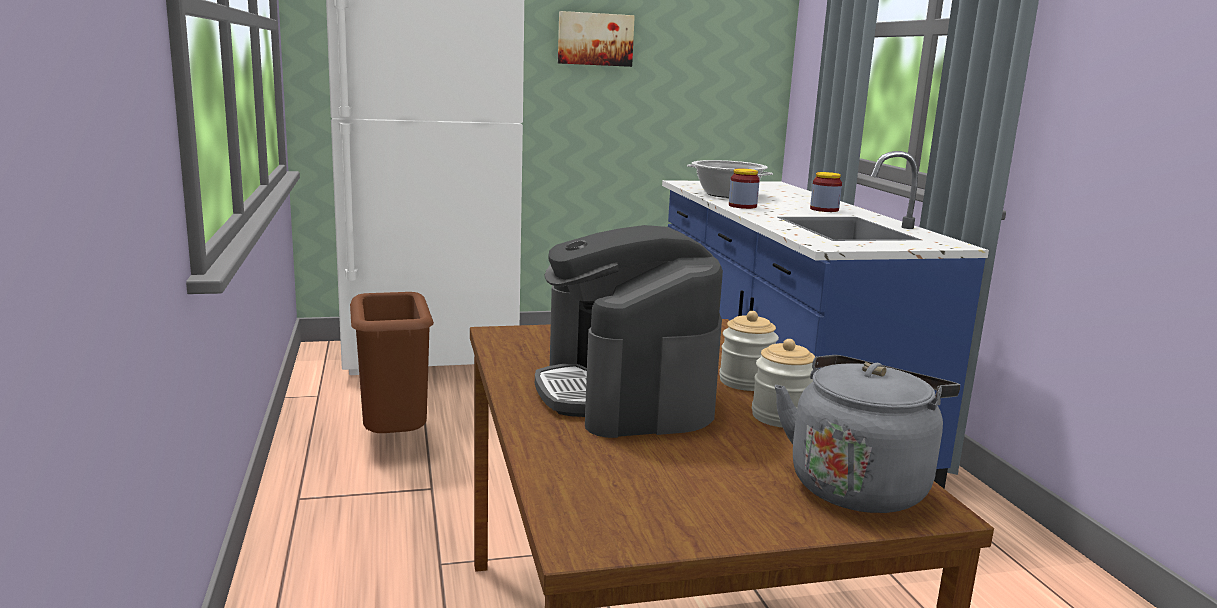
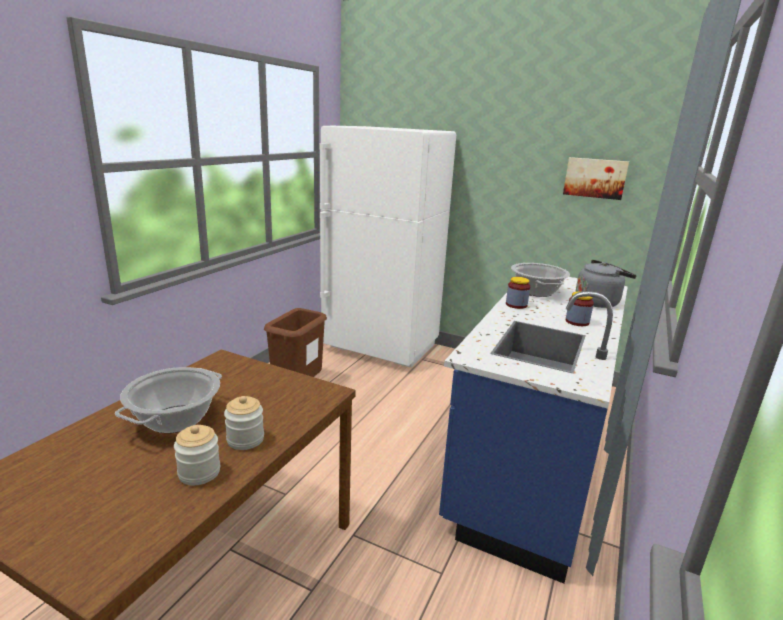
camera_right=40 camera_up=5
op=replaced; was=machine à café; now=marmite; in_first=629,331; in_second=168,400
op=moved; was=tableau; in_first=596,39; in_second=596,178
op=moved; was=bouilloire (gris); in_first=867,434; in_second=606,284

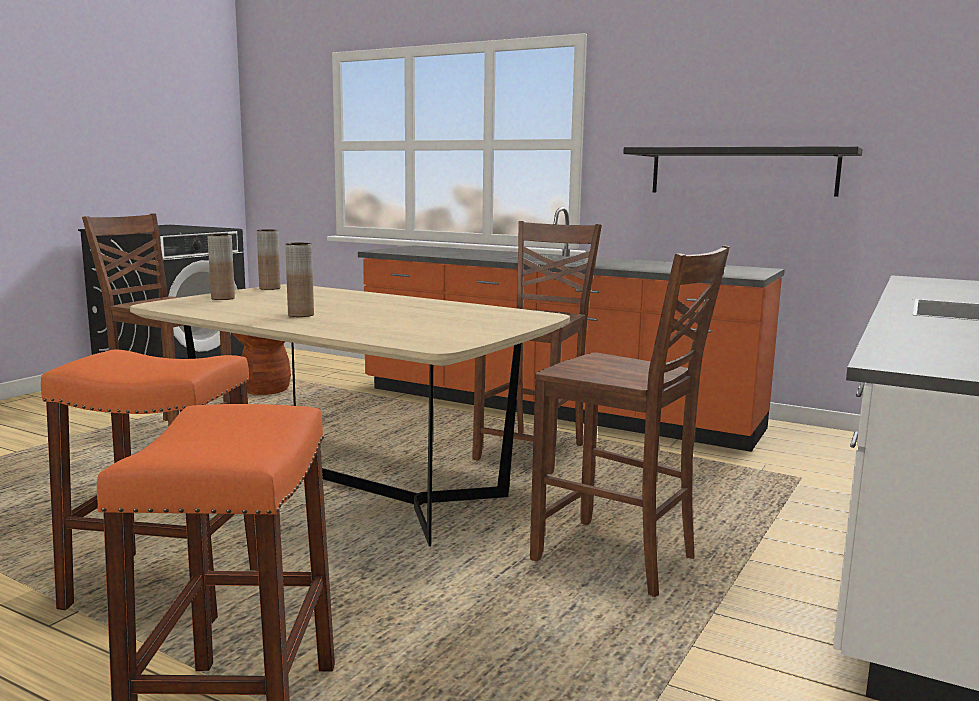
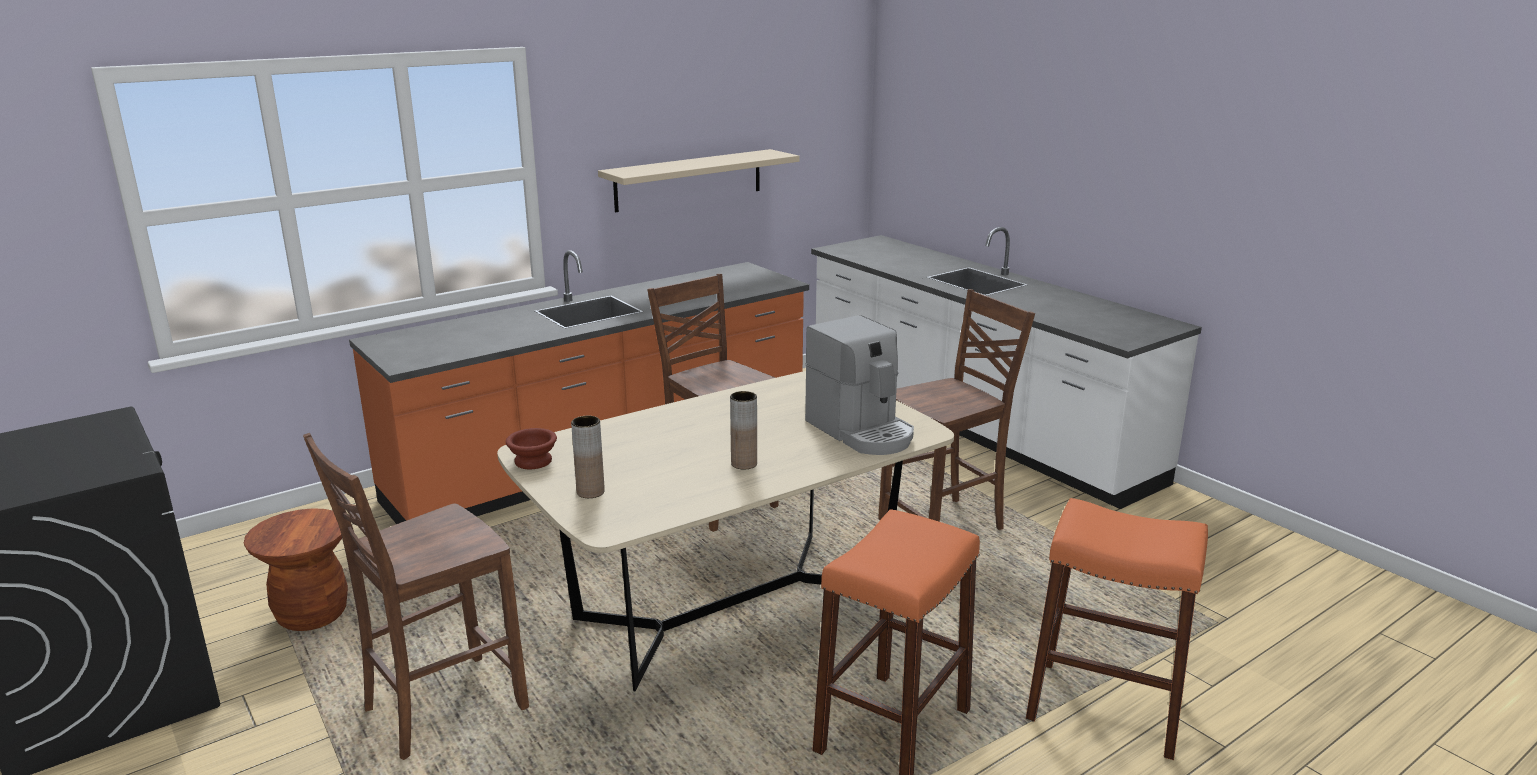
camera_right=-65 camera_up=10
op=replaced; was=vase (marron); now=bol (marron); in_first=269,259; in_second=531,448
op=recoloured; was=étagère (noir); now=étagère (beige); in_first=743,171; in_second=699,180
op=added; now=machine à café; in_second=859,385

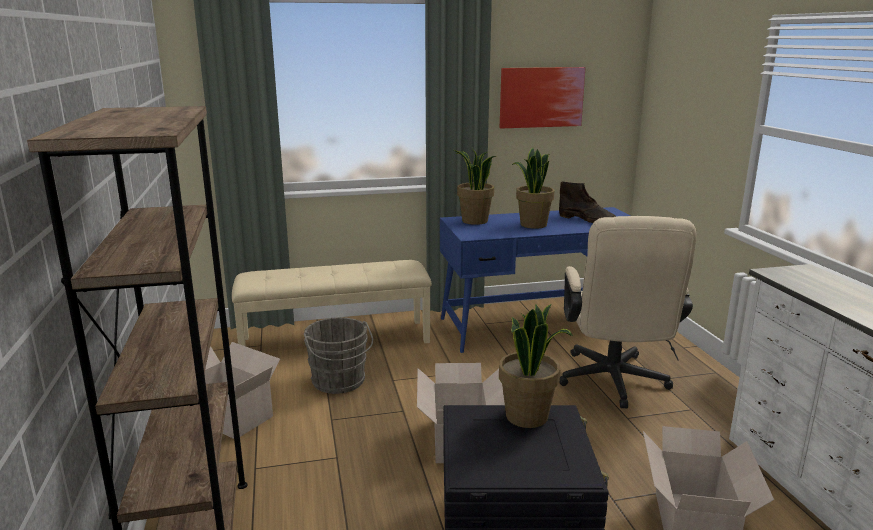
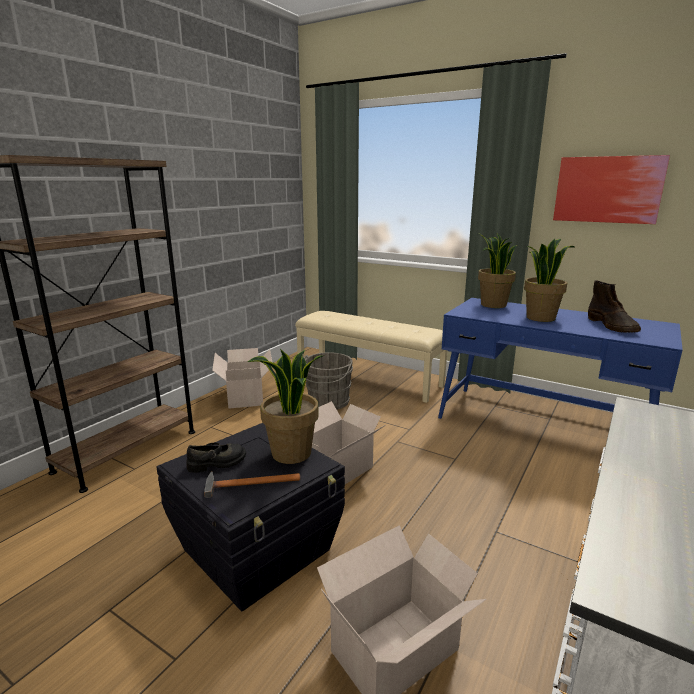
camera_right=45 camera_up=0
op=added; now=chaussure (noir); in_second=216,457
op=added; now=marteau; in_second=252,485
op=removed; was=chaise de bureau (beige); in_first=628,312

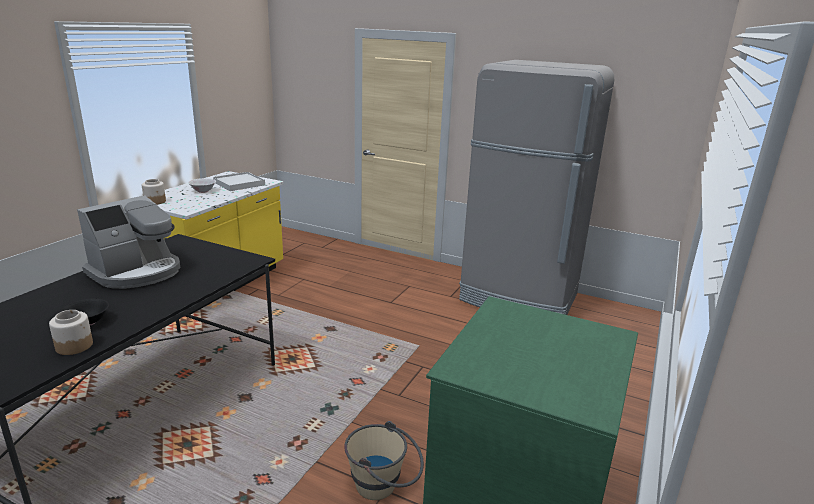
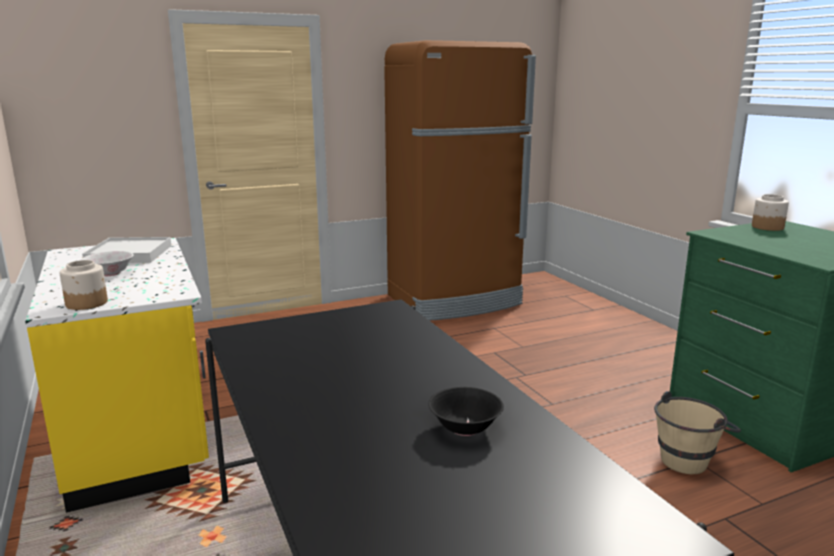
camera_right=-50 camera_up=-5
op=recoloured; was=réfrigérateur (gris); now=réfrigérateur (marron); in_first=536,187; in_second=460,180
op=moved; was=bocal; in_first=71,332; in_second=770,212
op=removed; was=machine à café; in_first=128,242

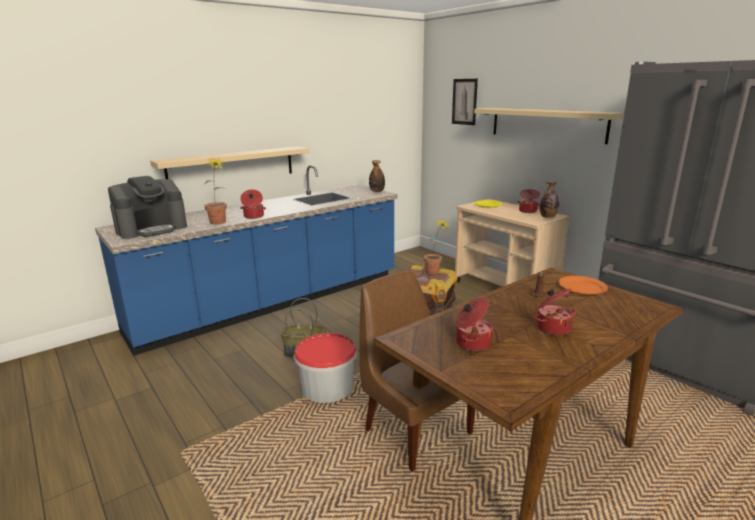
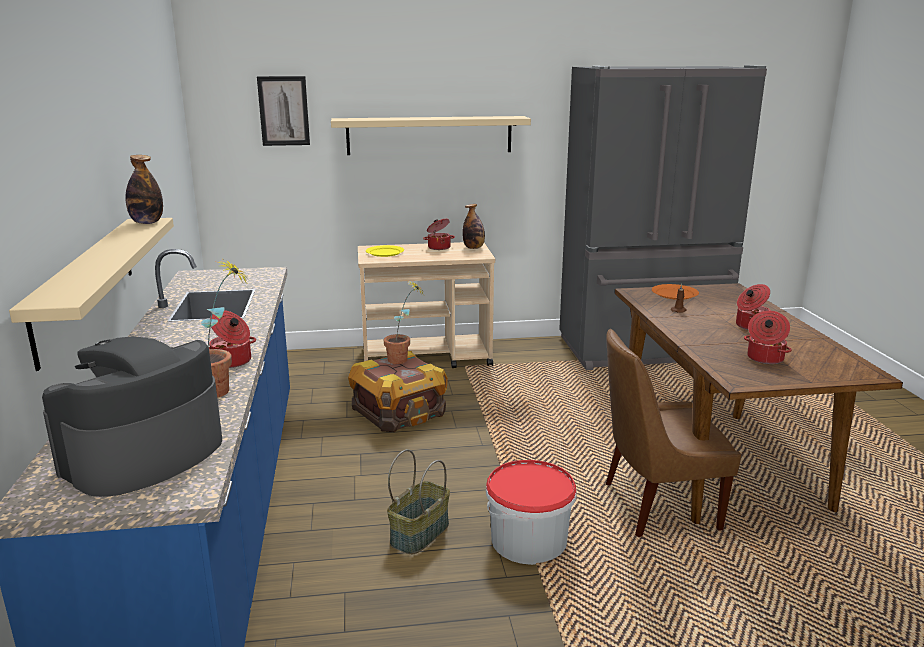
camera_right=-60 camera_up=0
op=turned; was=machine à café; in_first=147,207; in_second=132,417; clockwise=-135
op=moved; was=bouteille; in_first=377,176; in_second=144,189

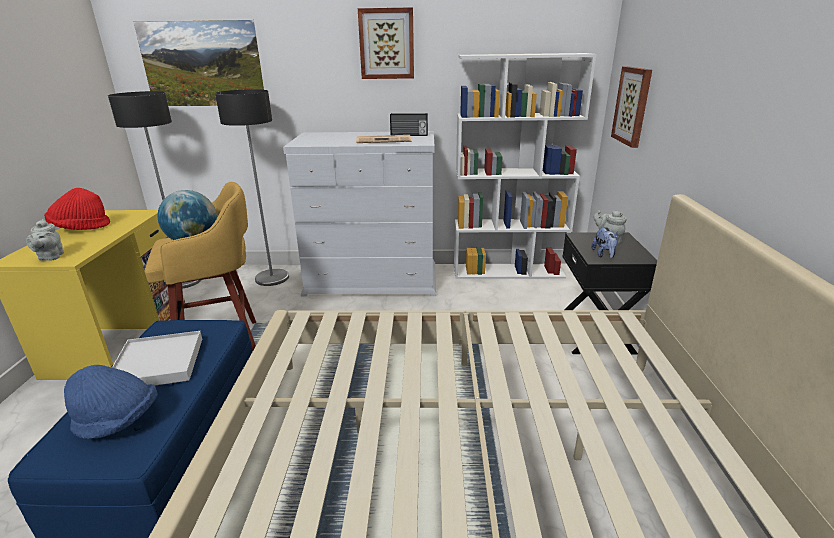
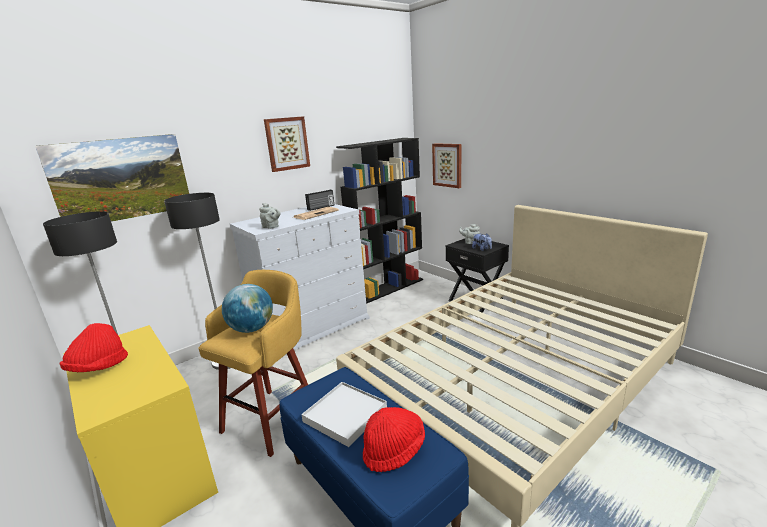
camera_right=-40 camera_up=-5
op=moved; was=théière (gris); in_first=45,240; in_second=270,216
op=recoloured; was=bibliothèque (blanc); now=bibliothèque (noir); in_first=525,166; in_second=379,221
op=recoloured; was=chapeau (bleu); now=chapeau (rouge); in_first=111,402; in_second=394,439

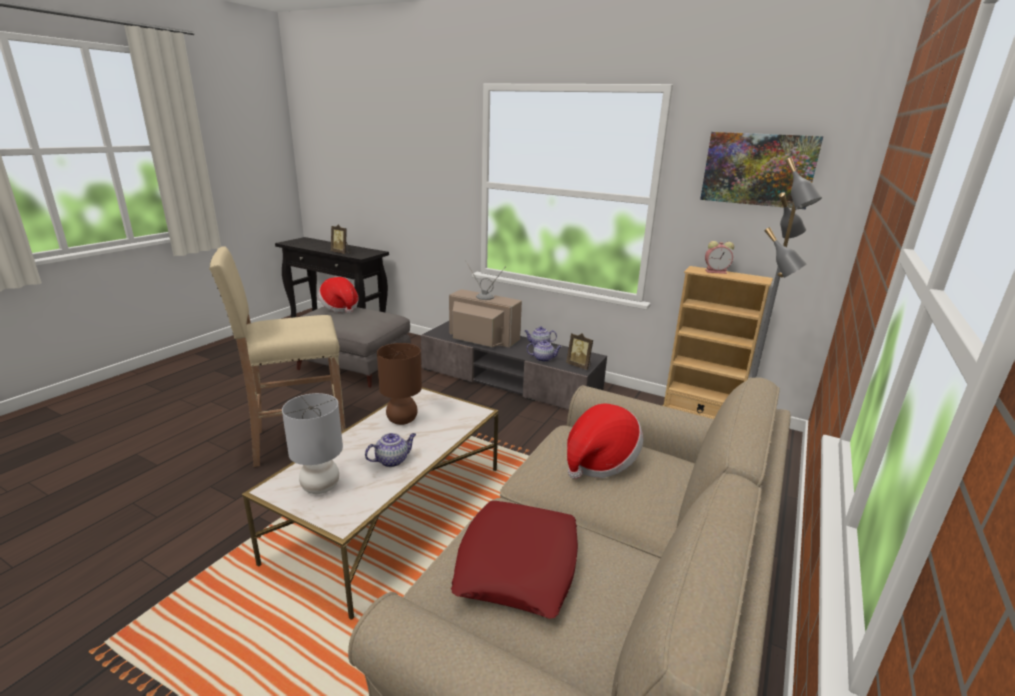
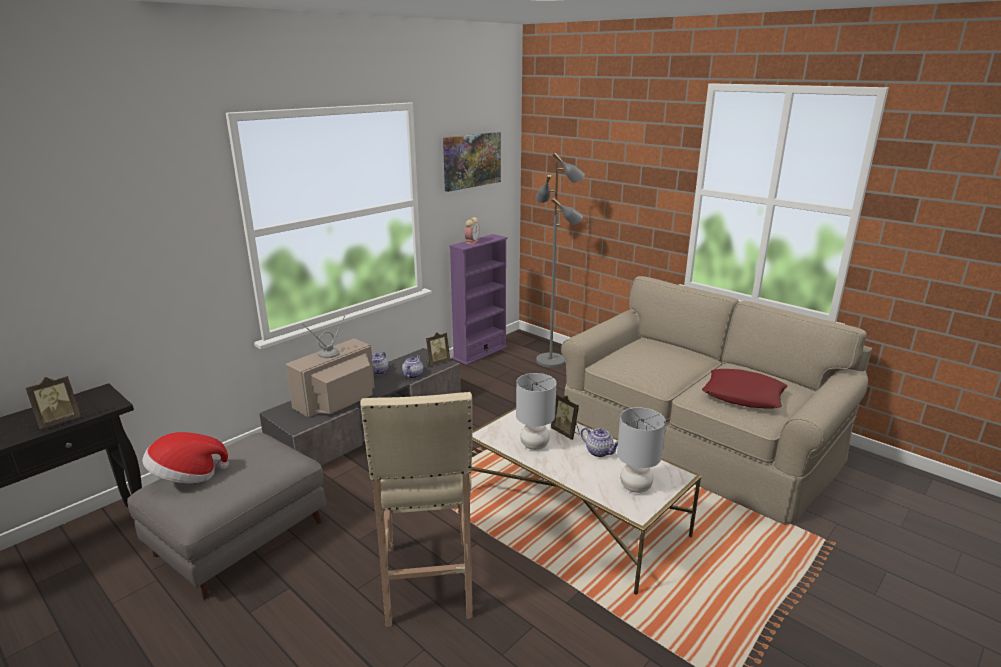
camera_right=-75 camera_up=0
op=recoloured; was=bibliothèque (beige); now=bibliothèque (violet); in_first=718,342; in_second=478,299
op=recoloured; was=lampe de table (marron); now=lampe de table (gris); in_first=399,384; in_second=536,411
op=added; now=cadre photo; in_second=565,417
op=turned; was=théière; in_first=390,450; in_second=599,442; clockwise=150
op=removed; was=chapeau; in_first=605,441

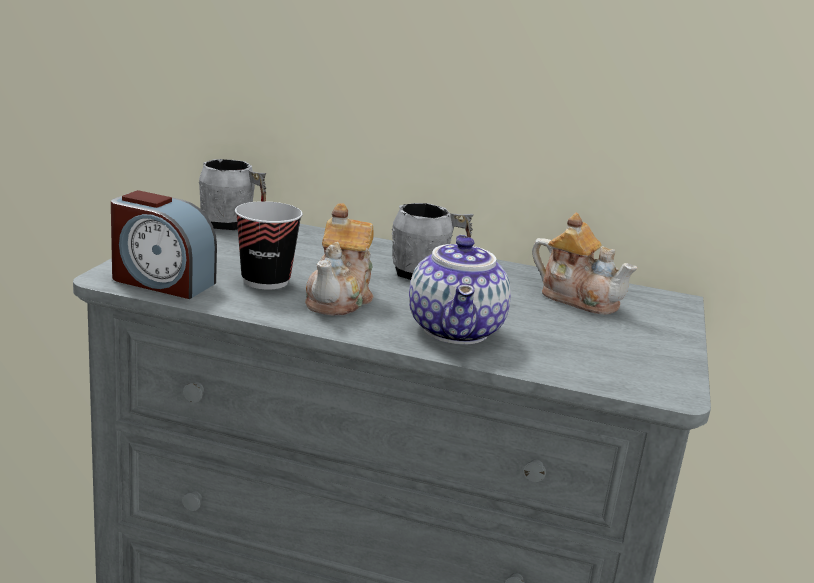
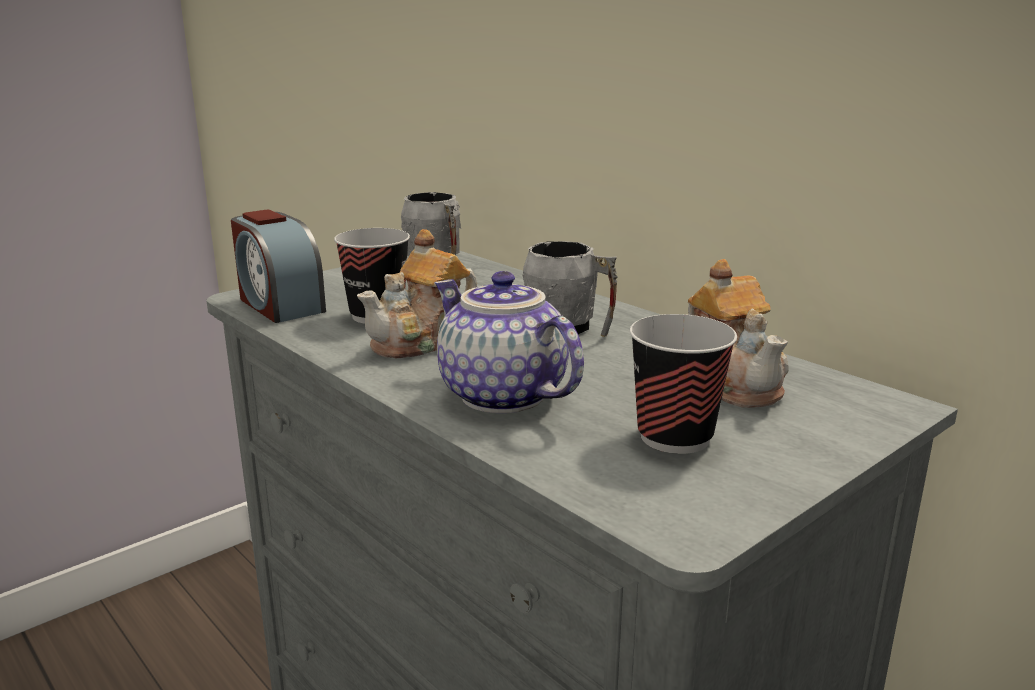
camera_right=35 camera_up=0
op=turned; was=théière; in_first=460,289; in_second=509,342; clockwise=105
op=added; now=tasse; in_second=683,384

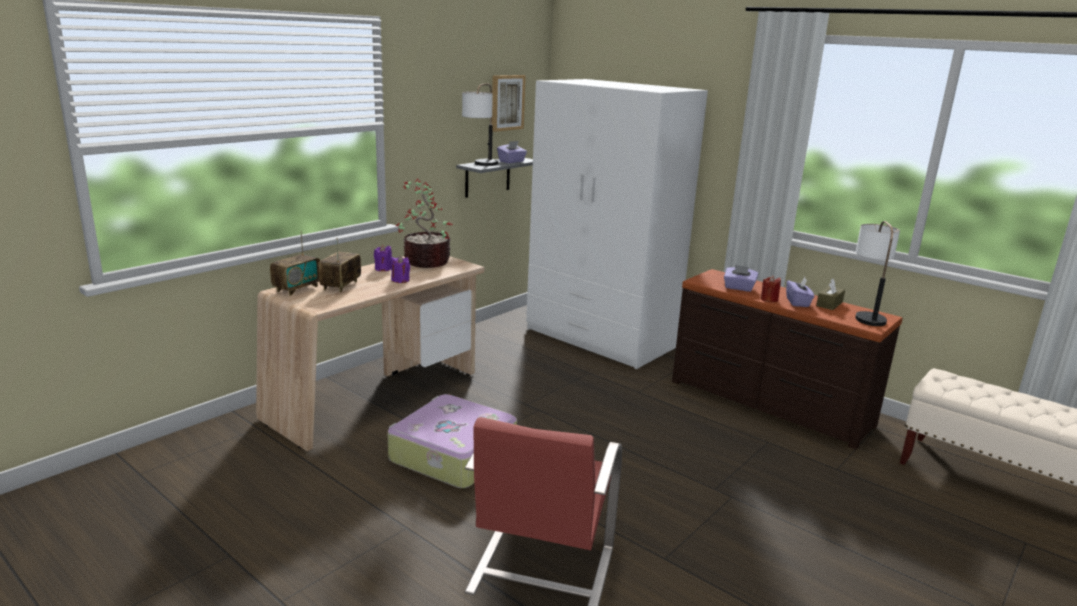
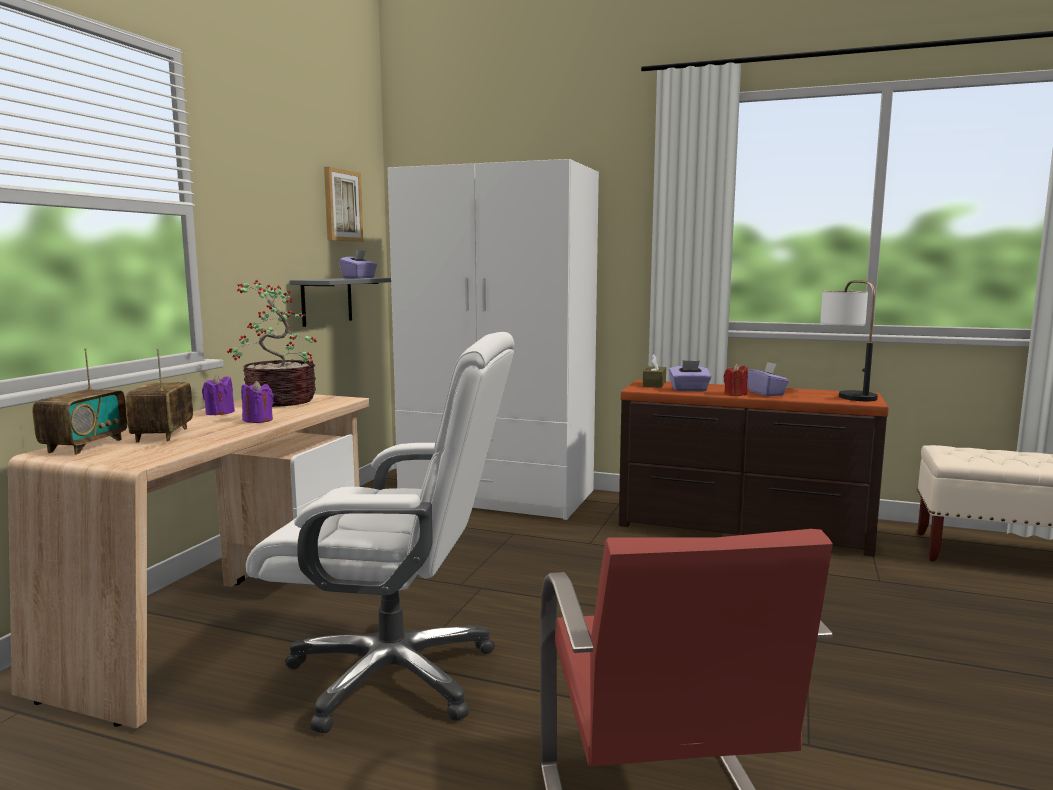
camera_right=-20 camera_up=-10
op=replaced; was=valise; now=chaise de bureau (blanc); in_first=452,441; in_second=380,532
op=moved; was=boîte à mouchoirs (marron); in_first=830,294; in_second=654,371
op=removed; was=lampe de table; in_first=480,124

